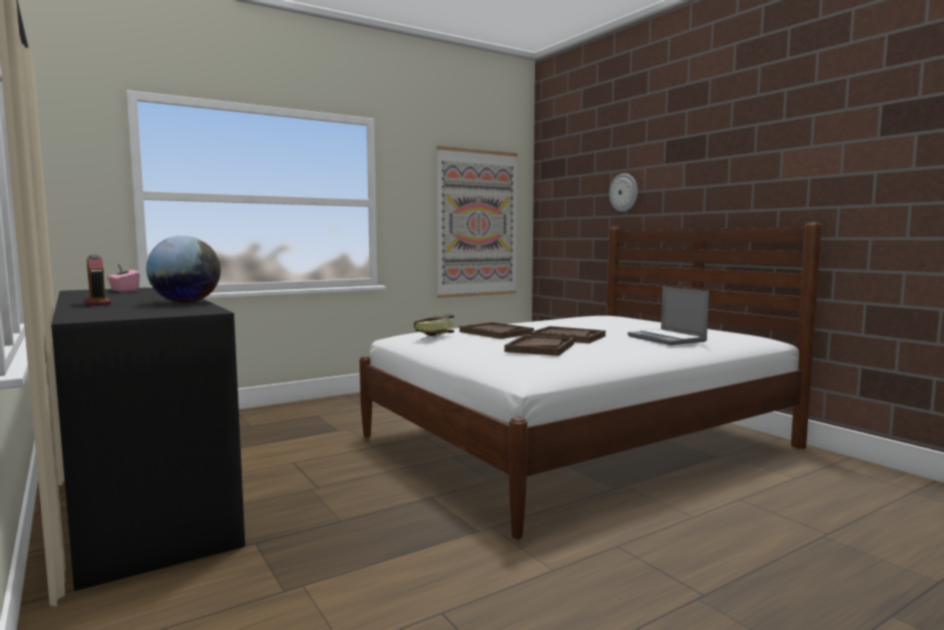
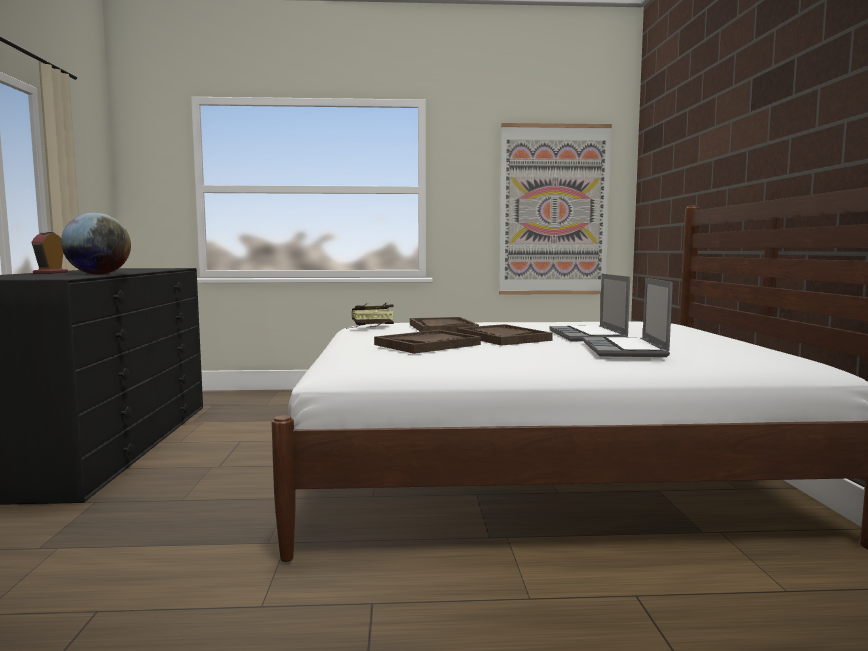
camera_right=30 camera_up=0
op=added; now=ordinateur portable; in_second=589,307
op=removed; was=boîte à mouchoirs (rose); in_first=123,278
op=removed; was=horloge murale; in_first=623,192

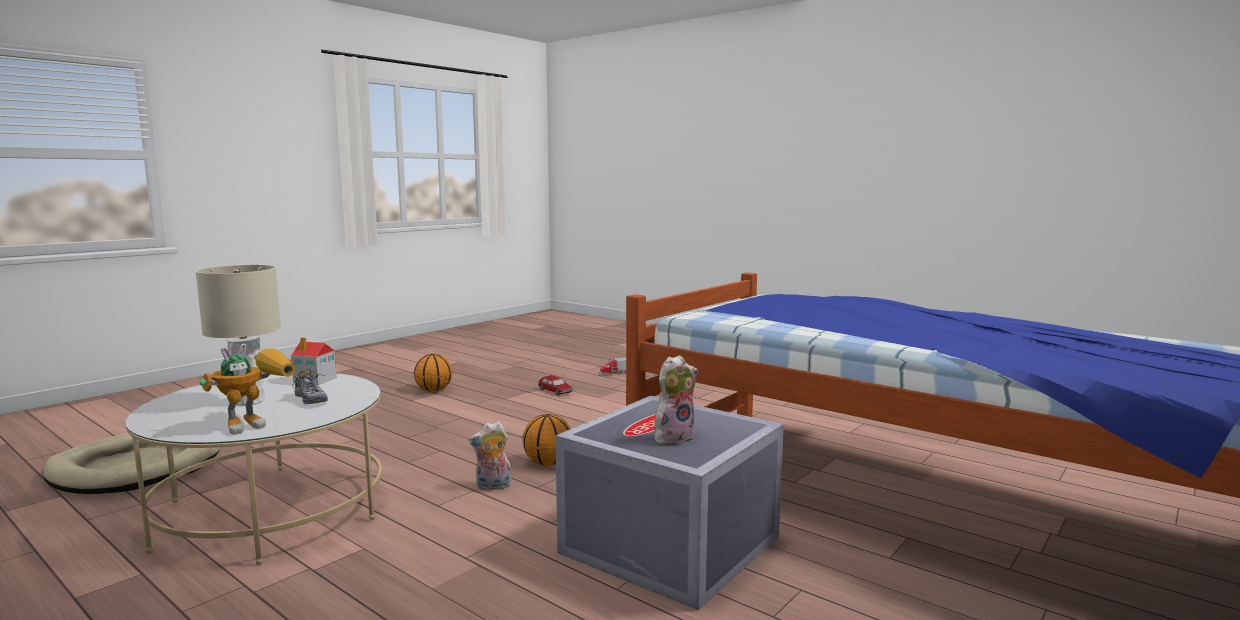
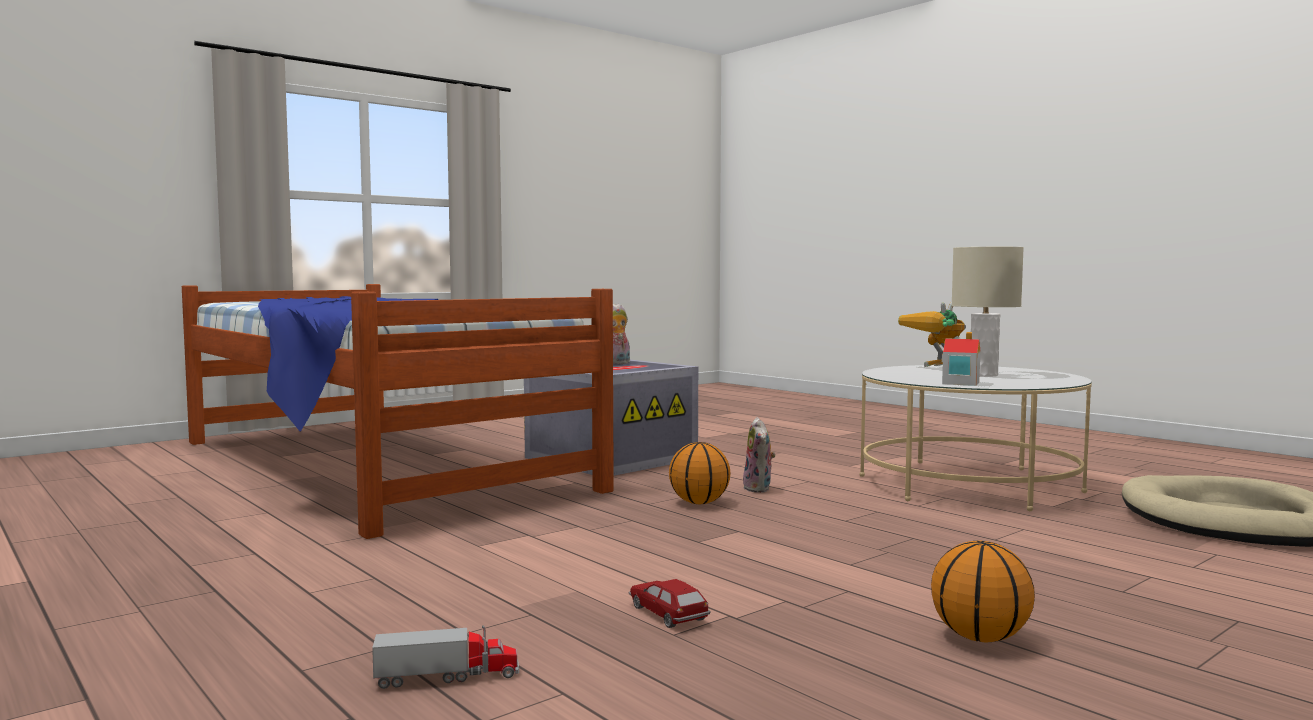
camera_right=-170 camera_up=-5
op=turned; was=peluche; in_first=490,456; in_second=759,455; clockwise=90
op=removed; was=chaussure; in_first=310,386

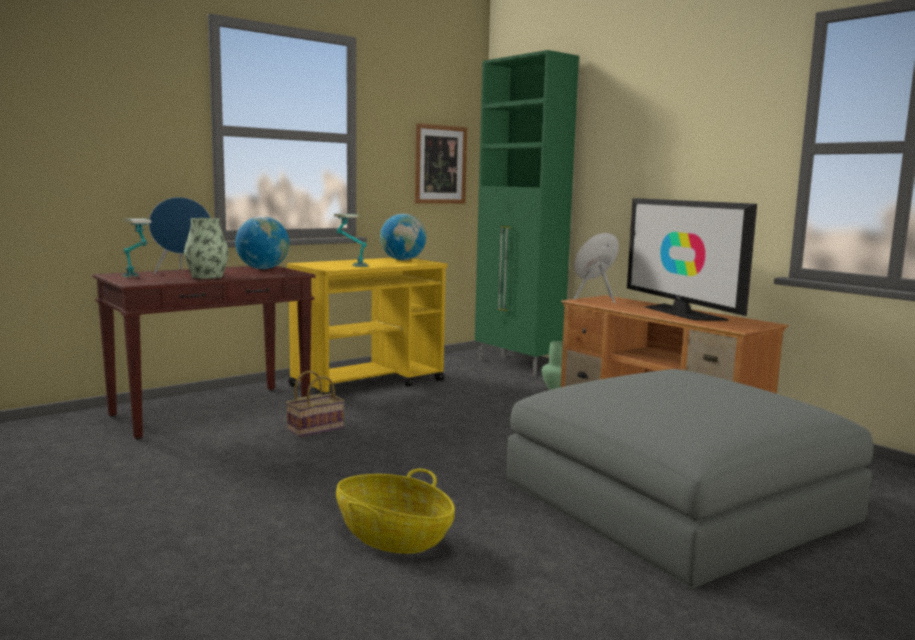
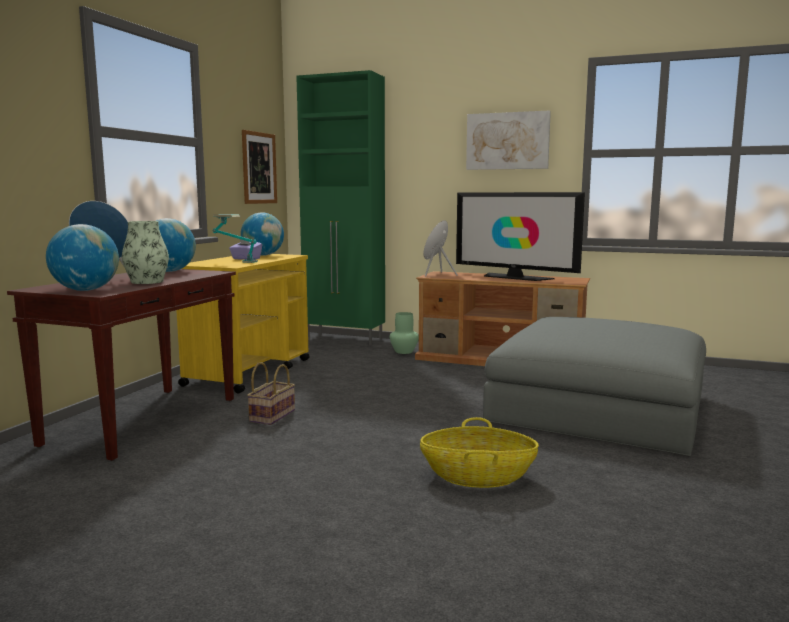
camera_right=-30 camera_up=0
op=replaced; was=lampe de table; now=globe; in_first=137,248; in_second=82,257
op=added; now=boîte à mouchoirs (violet); in_second=245,248
op=added; now=tableau; in_second=508,140

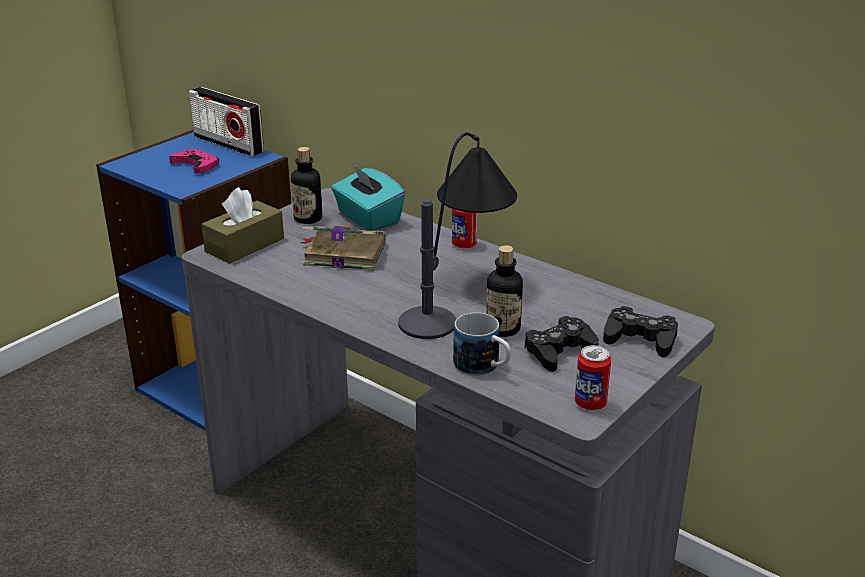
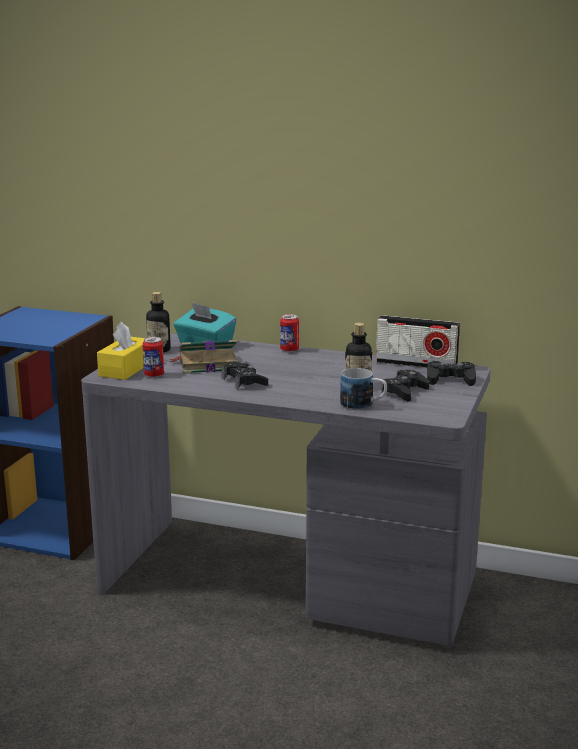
camera_right=-20 camera_up=-10
op=recoloured; was=boîte à mouchoirs (marron); now=boîte à mouchoirs (jaune); in_first=242,225; in_second=121,351
op=moved; was=boîte métallique; in_first=593,377; in_second=153,357
op=added; now=manette (noir); in_second=245,375
op=moved; was=radio; in_first=226,122; in_second=418,341
op=removed; was=manette (rose); in_first=194,161
op=removed; was=lampe de table; in_first=457,235

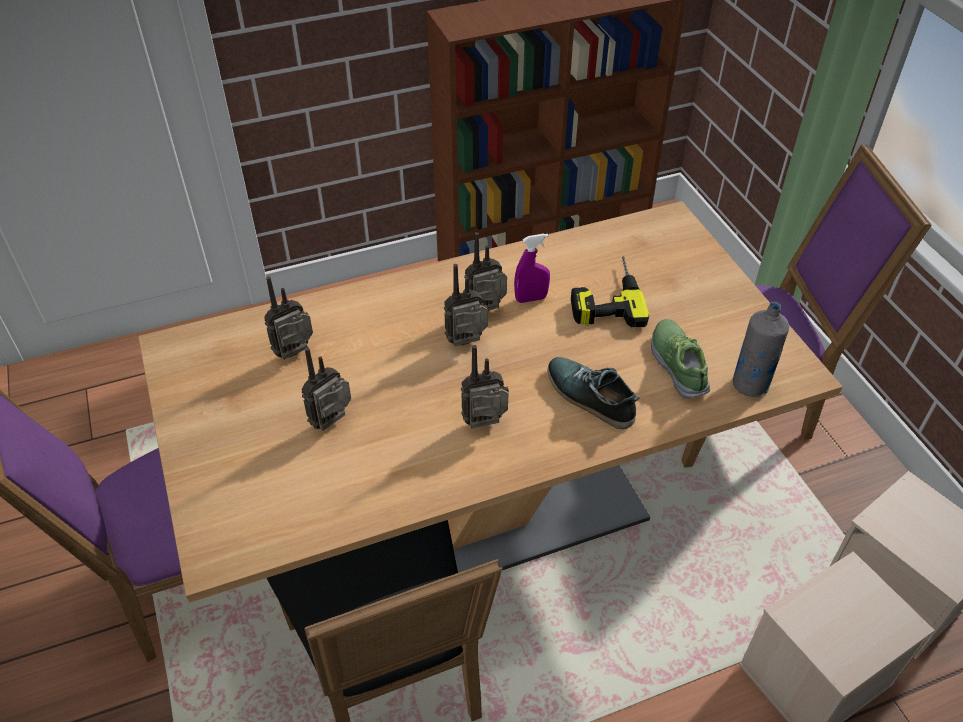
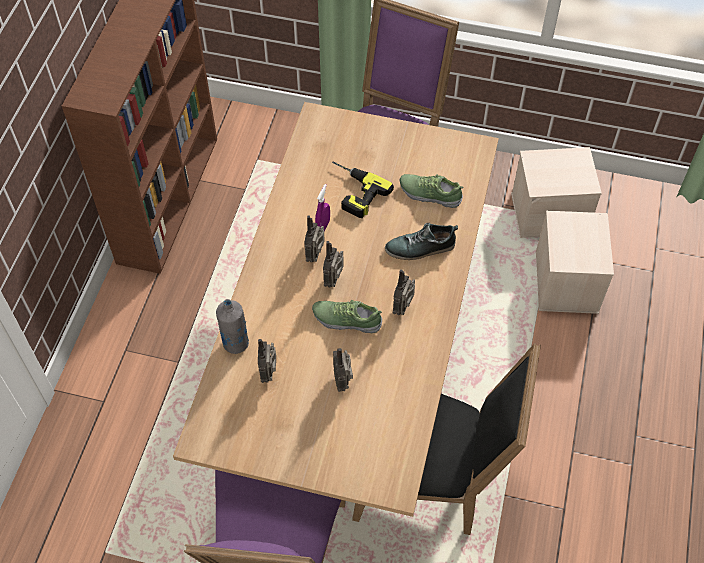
camera_right=-55 camera_up=10
op=moved; was=bouteille (gris); in_first=761,349; in_second=232,326
op=added; now=chaussure; in_second=347,316

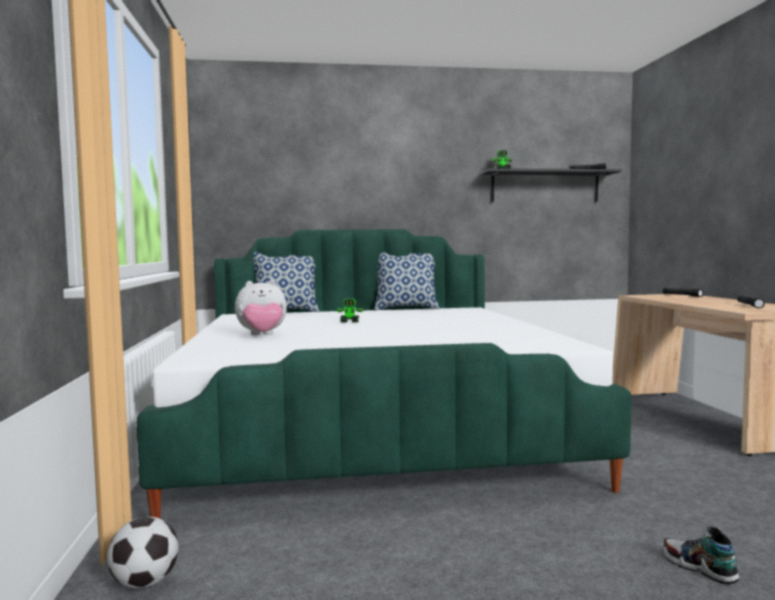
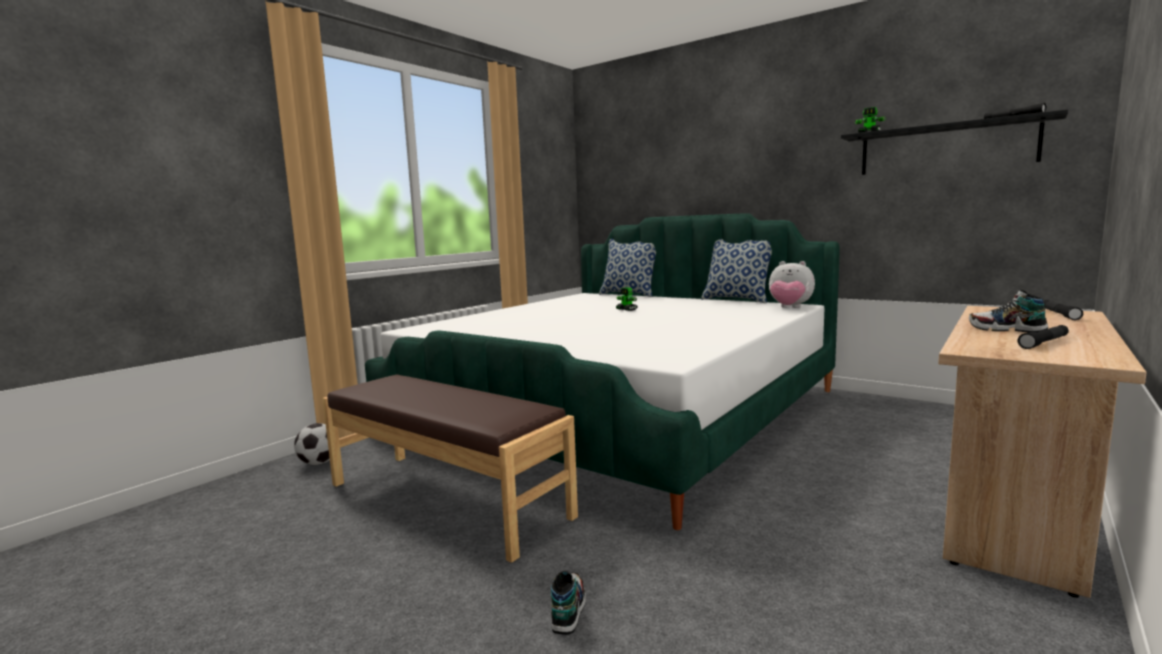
camera_right=45 camera_up=5
op=added; now=banc (marron); in_second=450,469
op=moved; was=peluche; in_first=261,307; in_second=792,284
op=added; now=chaussure; in_second=1008,310

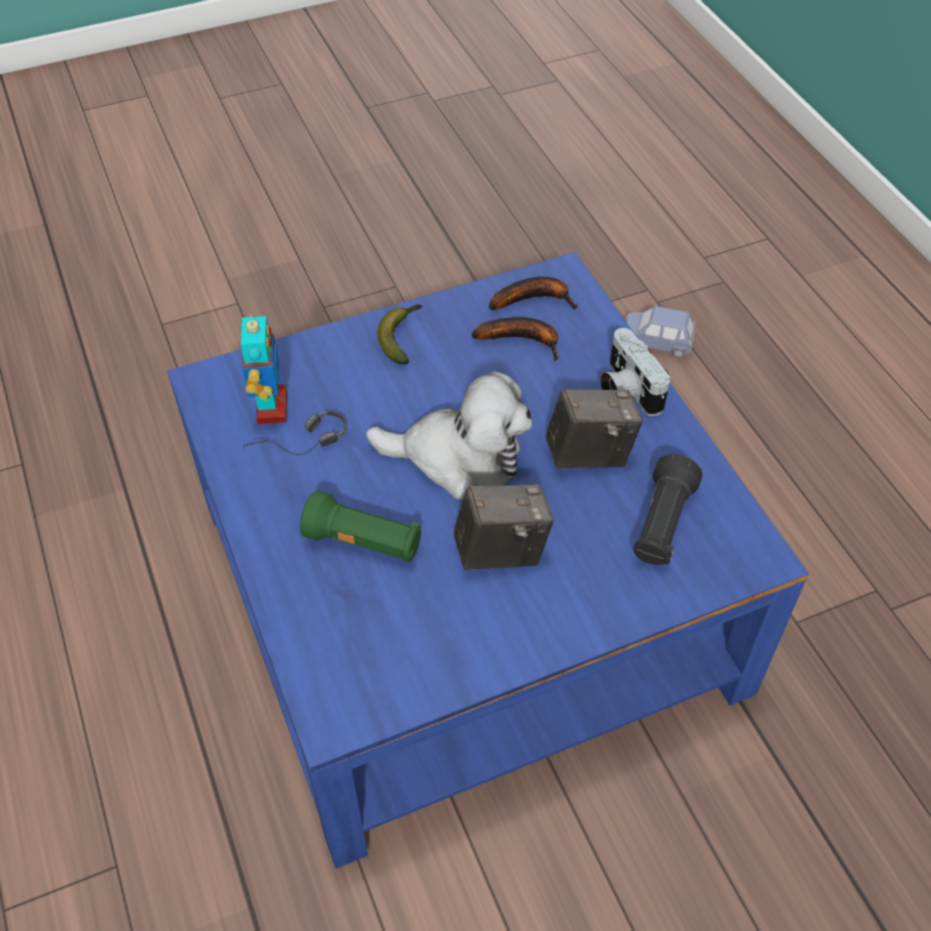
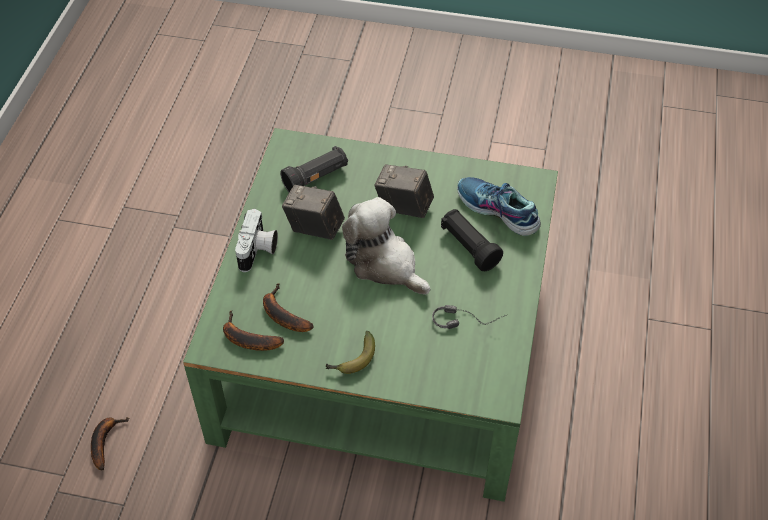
camera_right=-145 camera_up=0
op=replaced; was=petite voiture (bleu); now=banane; in_first=660,332; in_second=110,443
op=recoloured; was=table basse (bleu); now=table basse (vert); in_first=488,560; in_second=370,315
op=recoloured; was=lampe de poche (vert); now=lampe de poche (noir); in_first=360,526; in_second=472,240
op=added; now=chaussure; in_second=499,206
op=removed; was=robot jouet; in_first=264,367

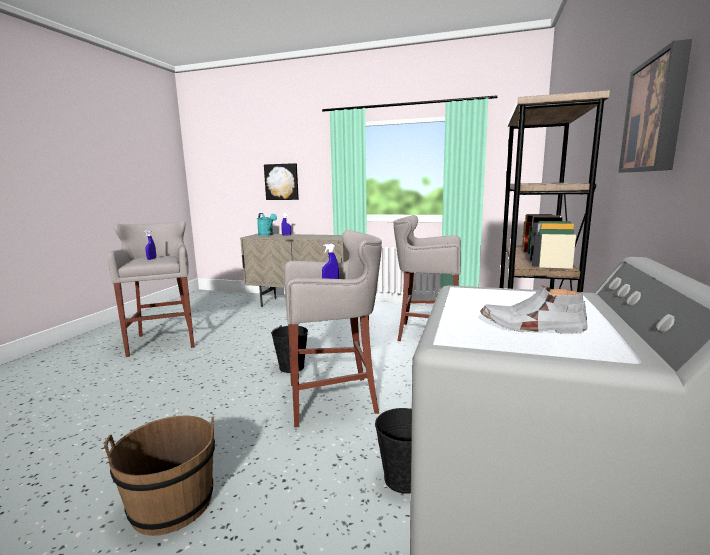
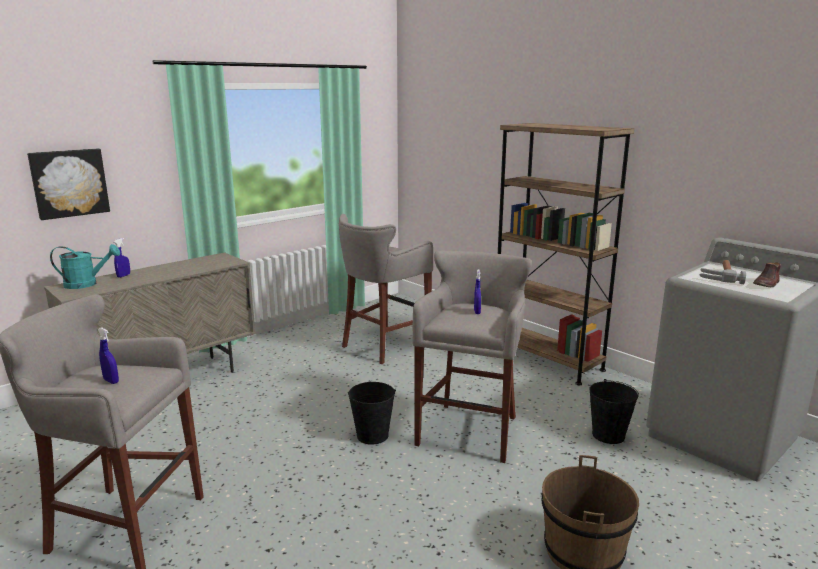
camera_right=-60 camera_up=5
op=added; now=marteau; in_second=723,272
op=recoloured; was=chaussure (gris); now=chaussure (marron); in_first=533,309; in_second=767,274
op=removed; was=tableau; in_first=655,106

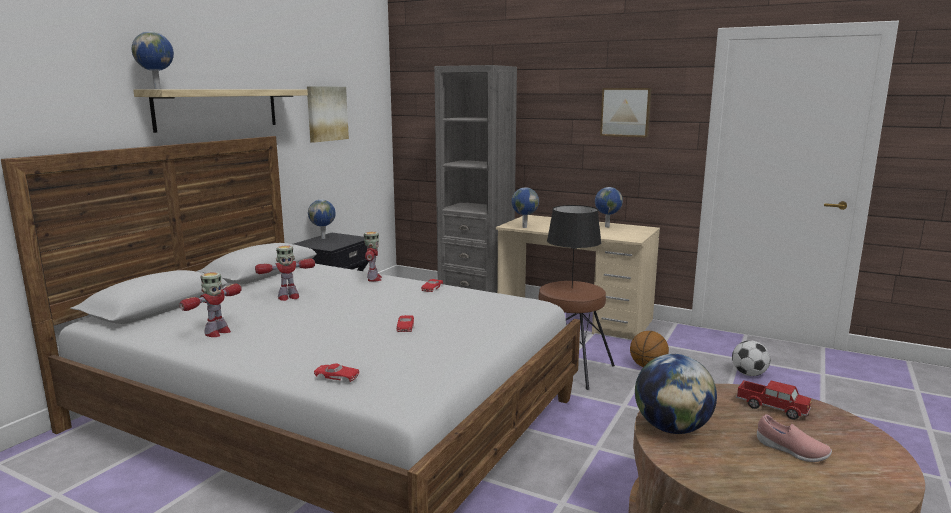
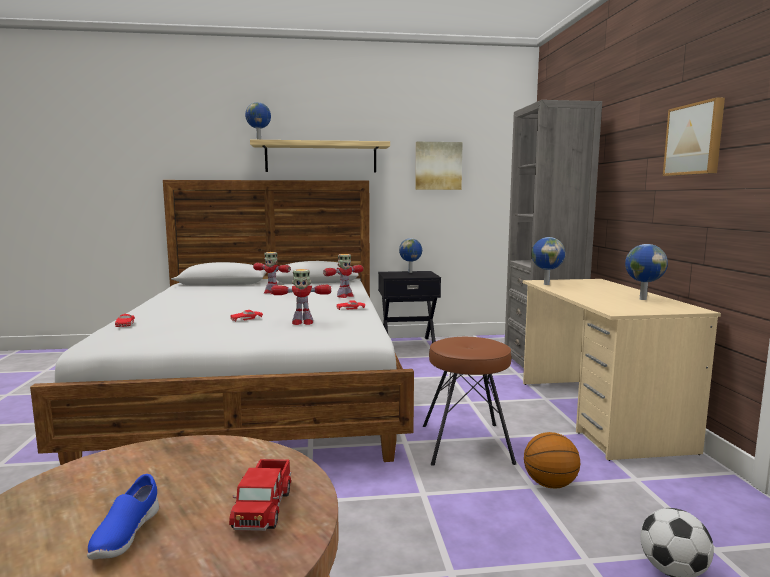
camera_right=55 camera_up=-5
op=recoloured; was=chaussure (rose); now=chaussure (bleu); in_first=794,438; in_second=123,517
op=moved; was=robot jouet; in_first=210,304; in_second=301,297
op=removed; was=lampe de table (noir); in_first=574,246
op=removed; was=globe; in_first=676,394

